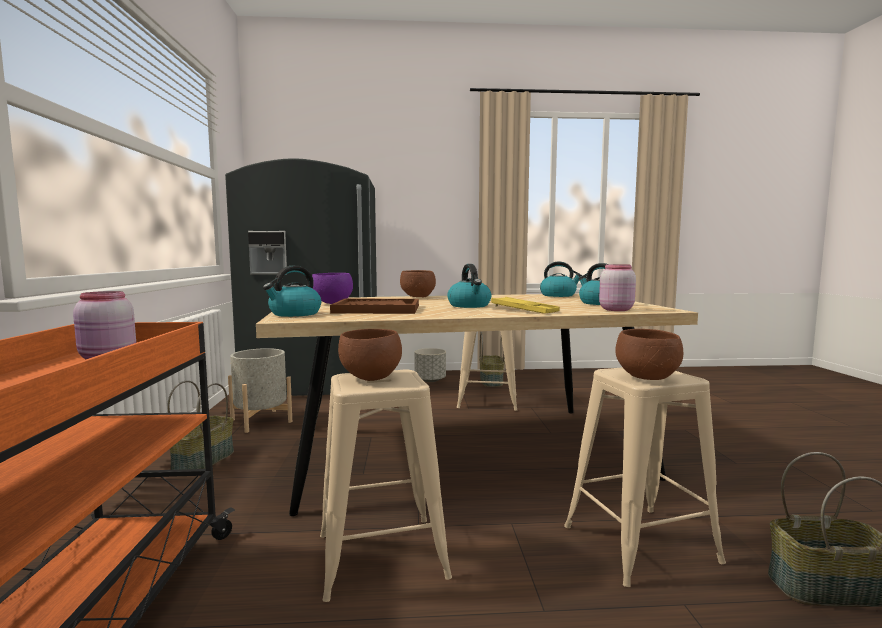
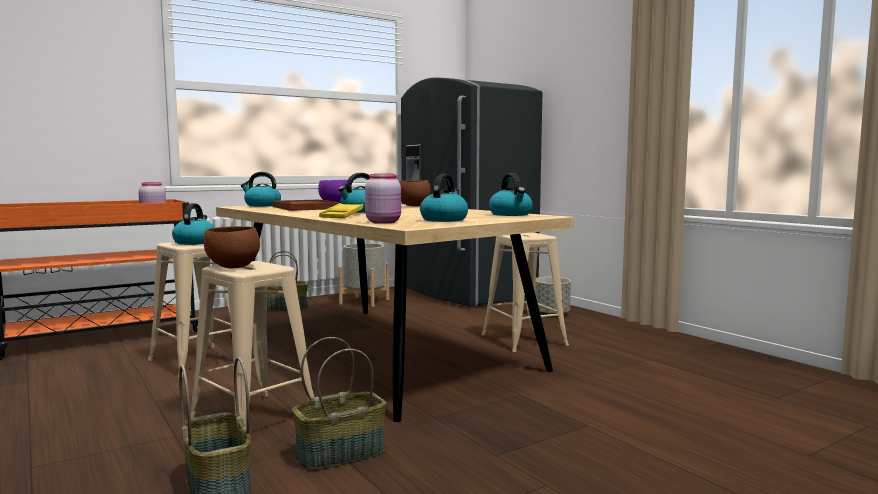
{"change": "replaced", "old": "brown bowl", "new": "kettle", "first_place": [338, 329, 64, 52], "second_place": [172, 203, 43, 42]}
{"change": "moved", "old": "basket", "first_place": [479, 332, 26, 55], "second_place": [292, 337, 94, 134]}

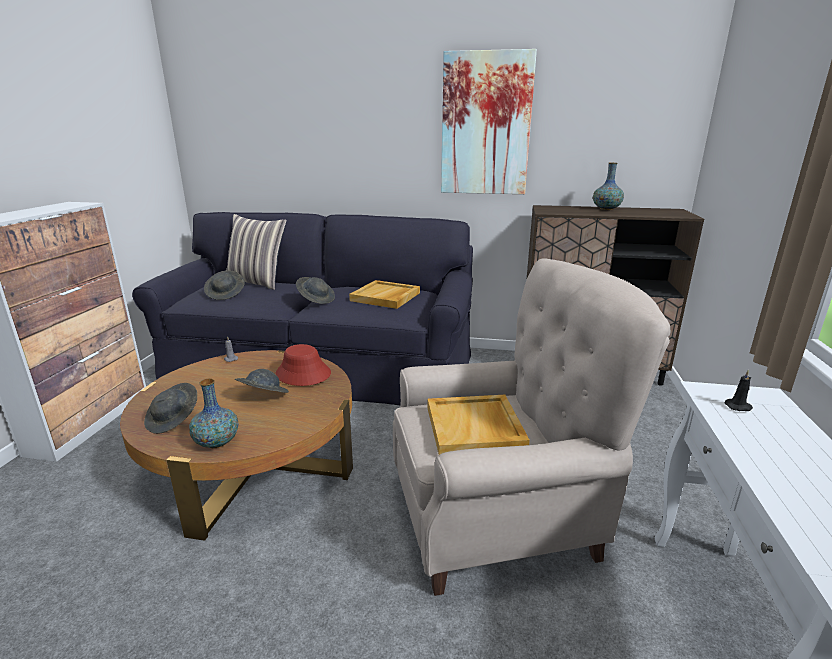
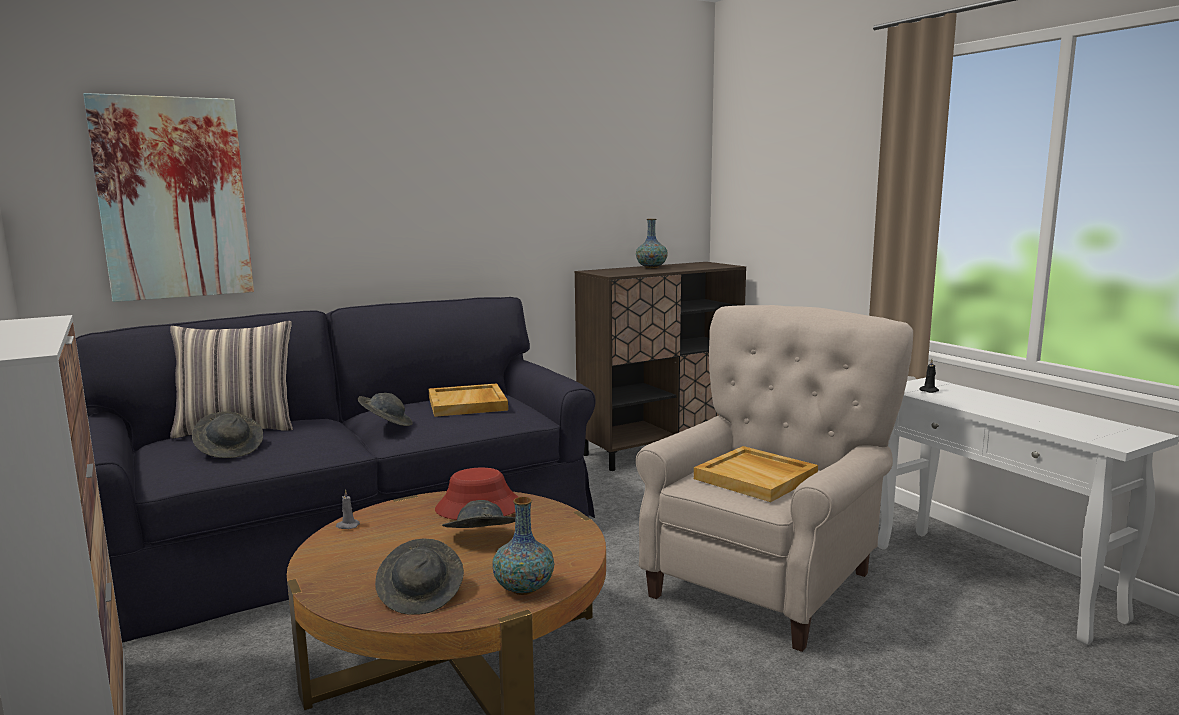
{"change": "moved", "old": "picture", "first_place": [441, 49, 96, 145], "second_place": [83, 93, 171, 209]}

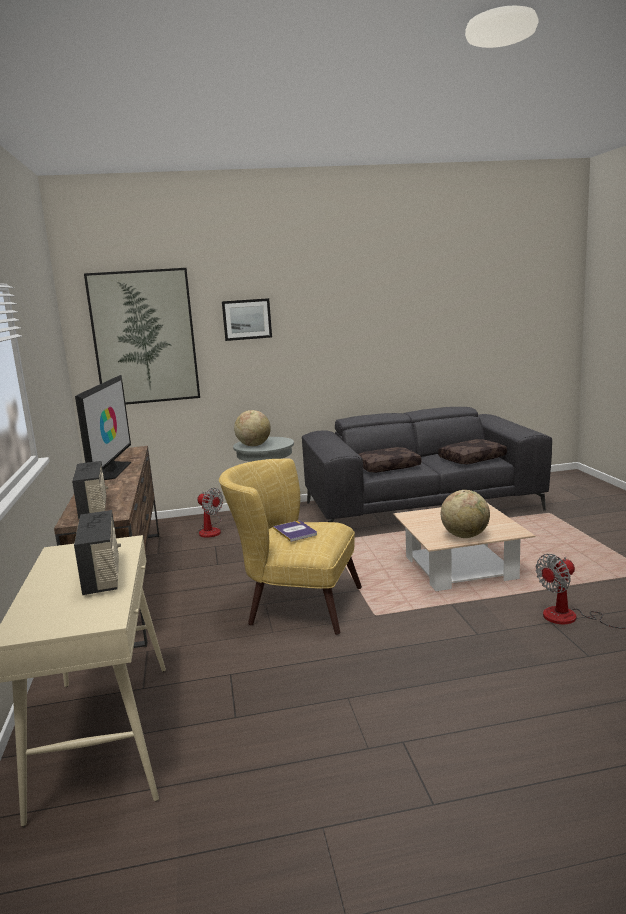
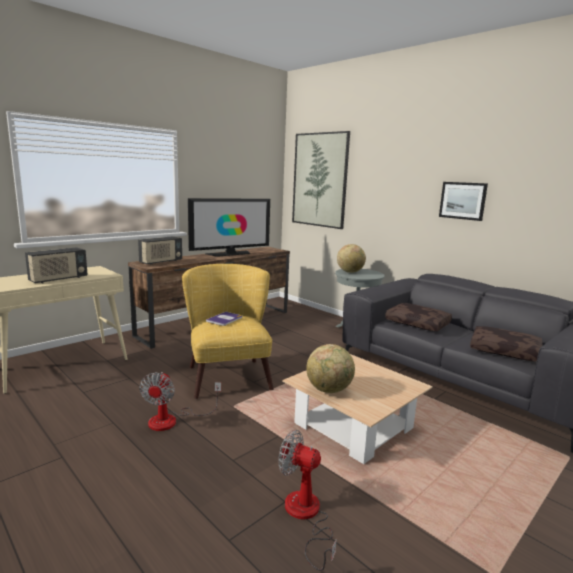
{"change": "moved", "old": "fan", "first_place": [197, 488, 26, 50], "second_place": [139, 372, 82, 59]}
{"change": "moved", "old": "picture", "first_place": [222, 298, 50, 43], "second_place": [439, 182, 49, 39]}

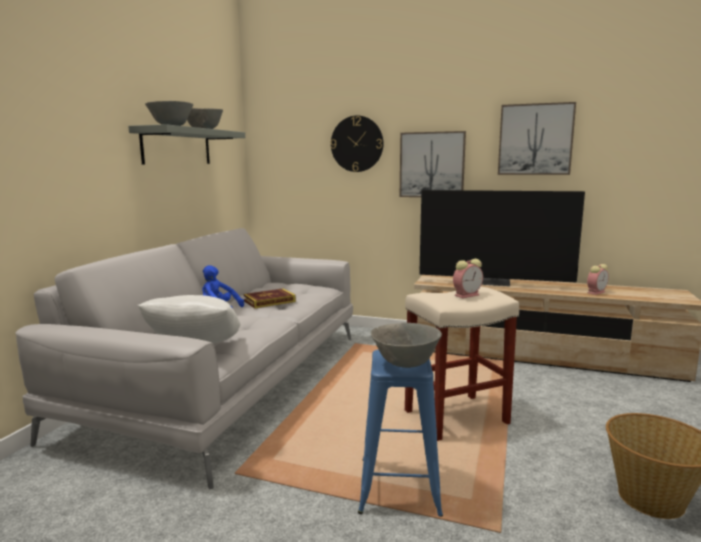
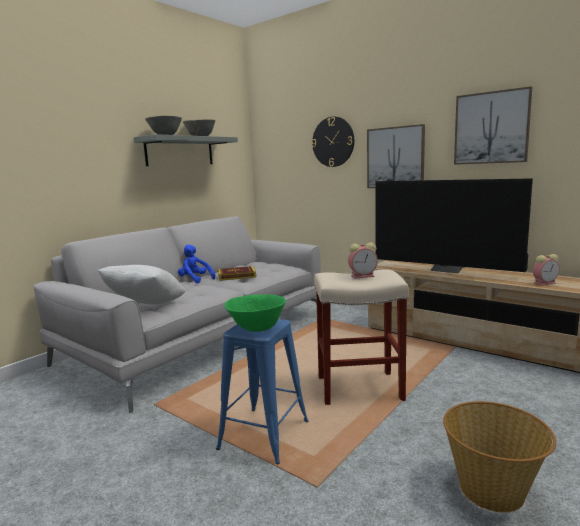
{"change": "recoloured", "old": "grey bowl", "new": "green bowl", "first_place": [371, 323, 71, 45], "second_place": [225, 294, 61, 38]}

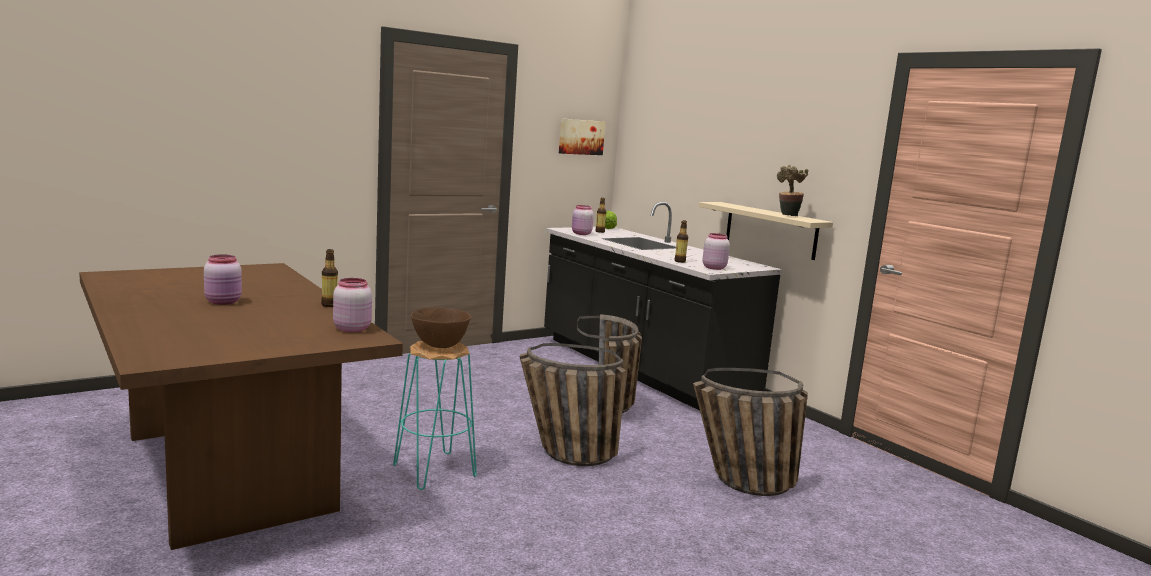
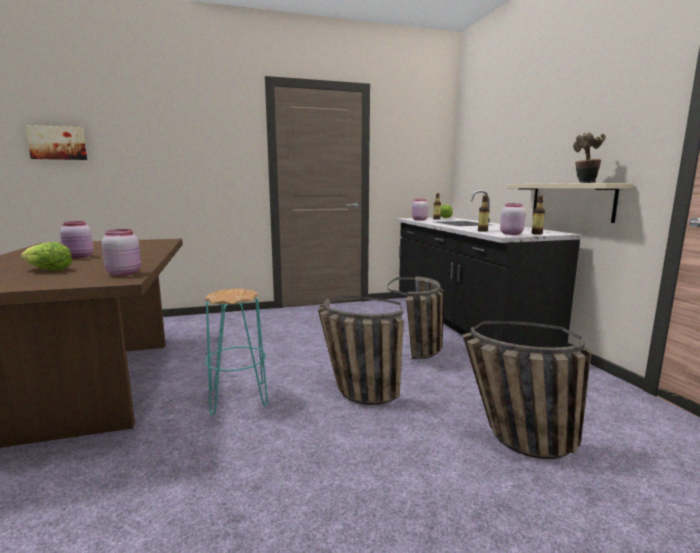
{"change": "moved", "old": "bottle", "first_place": [321, 249, 17, 58], "second_place": [531, 196, 14, 39]}
{"change": "removed", "old": "brown bowl", "first_place": [411, 308, 60, 40]}
{"change": "moved", "old": "picture", "first_place": [559, 118, 46, 37], "second_place": [25, 125, 62, 35]}
{"change": "added", "new": "lettuce", "second_place": [21, 242, 51, 29]}

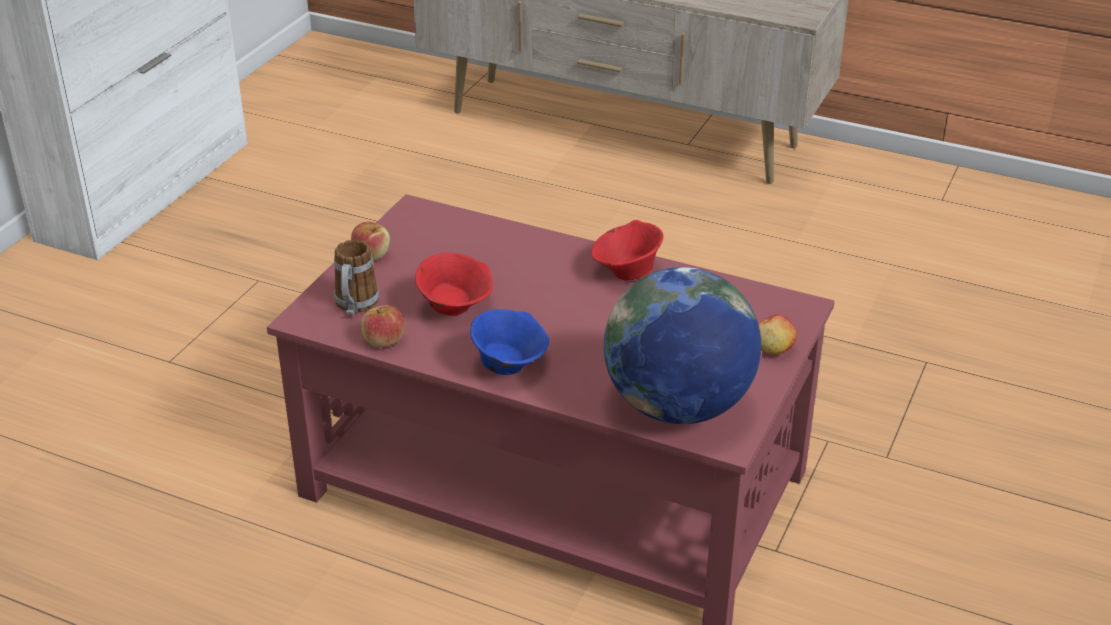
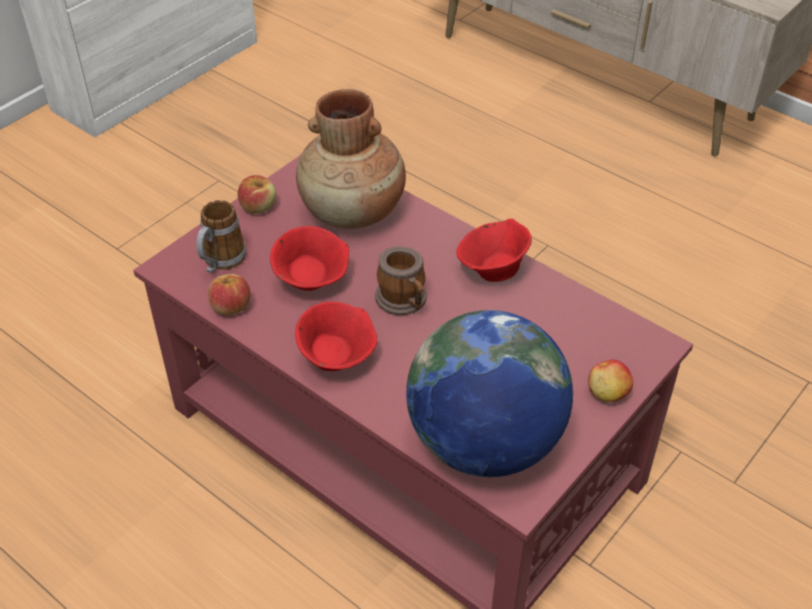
{"change": "recoloured", "old": "blue bowl", "new": "red bowl", "first_place": [470, 309, 79, 66], "second_place": [295, 302, 82, 69]}
{"change": "added", "new": "brown vase", "second_place": [296, 89, 110, 140]}
{"change": "added", "new": "mug", "second_place": [375, 246, 52, 69]}

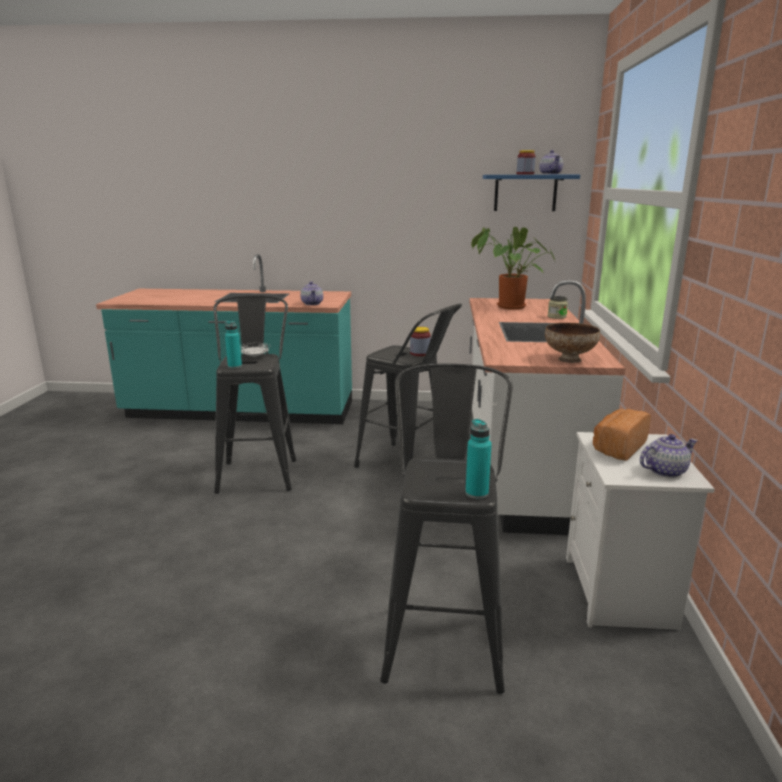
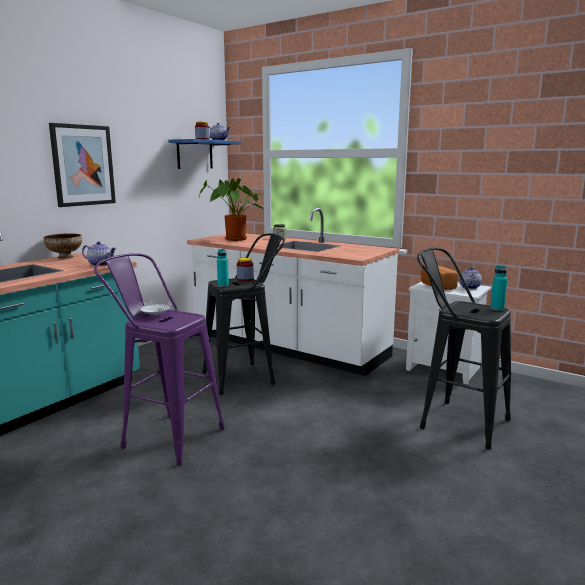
{"change": "recoloured", "old": "black stool", "new": "purple stool", "first_place": [213, 295, 83, 199], "second_place": [94, 253, 131, 212]}
{"change": "moved", "old": "turquoise bottle", "first_place": [225, 321, 17, 47], "second_place": [217, 249, 12, 38]}
{"change": "moved", "old": "bowl", "first_place": [545, 323, 55, 40], "second_place": [44, 233, 38, 26]}
{"change": "added", "new": "picture", "second_place": [49, 123, 67, 84]}

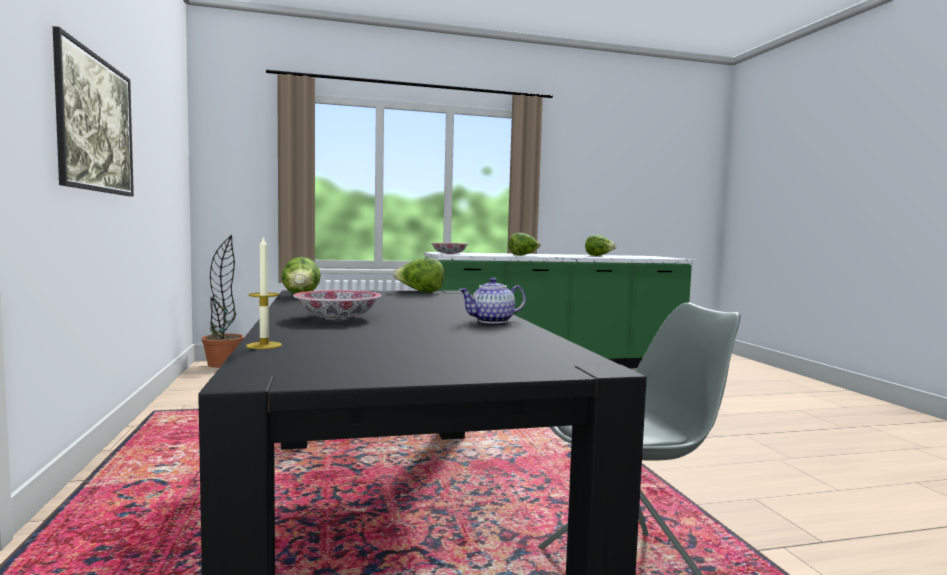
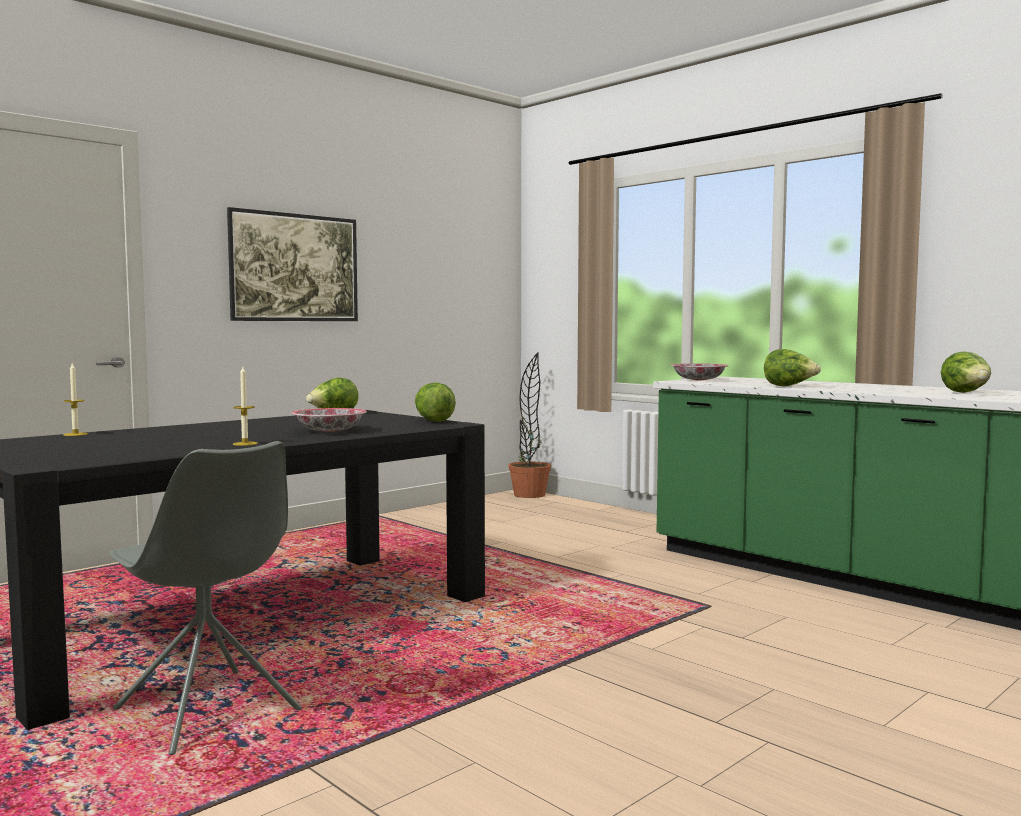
{"change": "moved", "old": "bowl", "first_place": [293, 290, 88, 29], "second_place": [292, 408, 75, 24]}
{"change": "replaced", "old": "teapot", "new": "candle", "first_place": [459, 278, 67, 46], "second_place": [233, 367, 25, 79]}

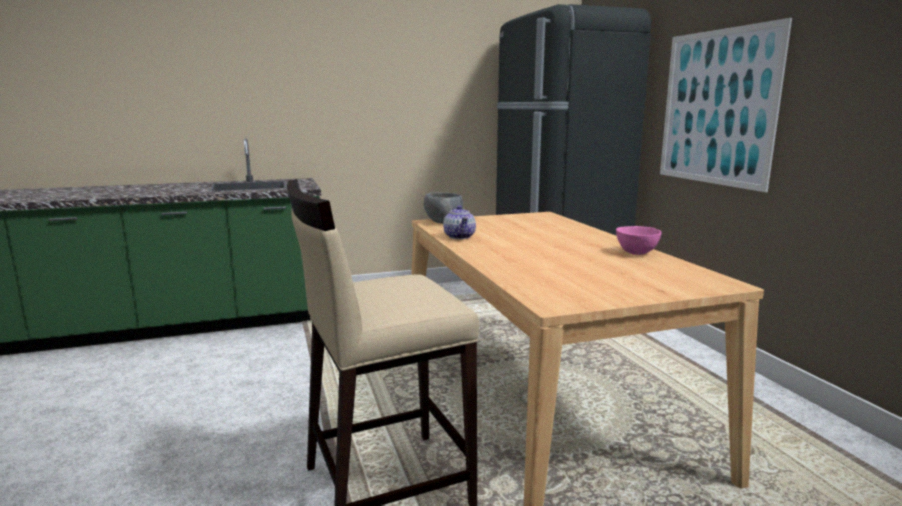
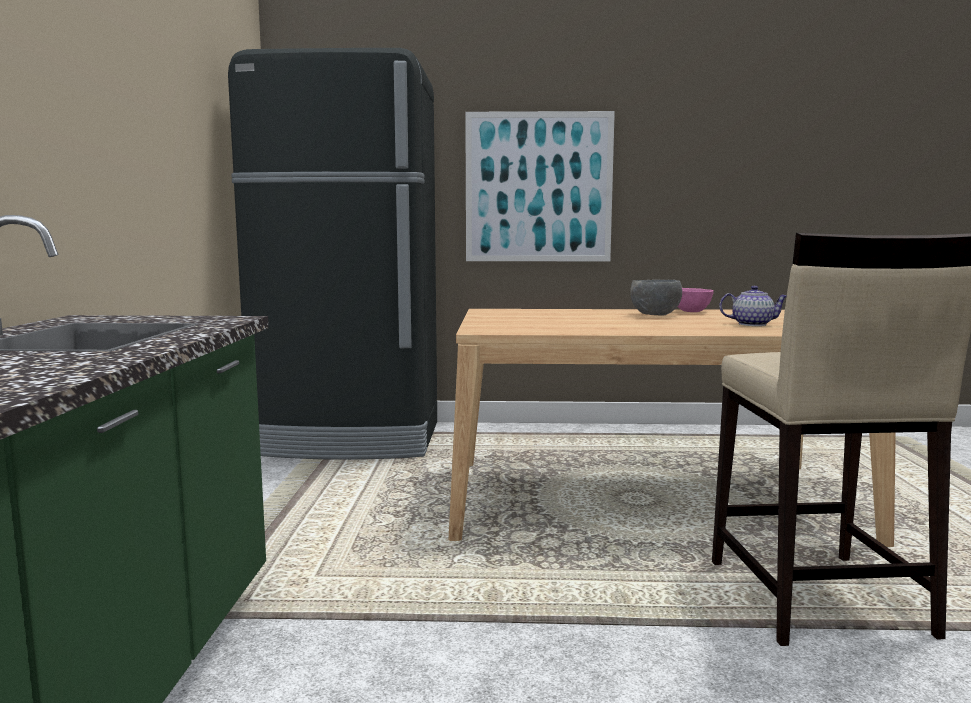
{"change": "moved", "old": "grey bowl", "first_place": [424, 192, 39, 32], "second_place": [630, 280, 52, 36]}
{"change": "moved", "old": "teapot", "first_place": [443, 205, 33, 34], "second_place": [719, 286, 68, 40]}

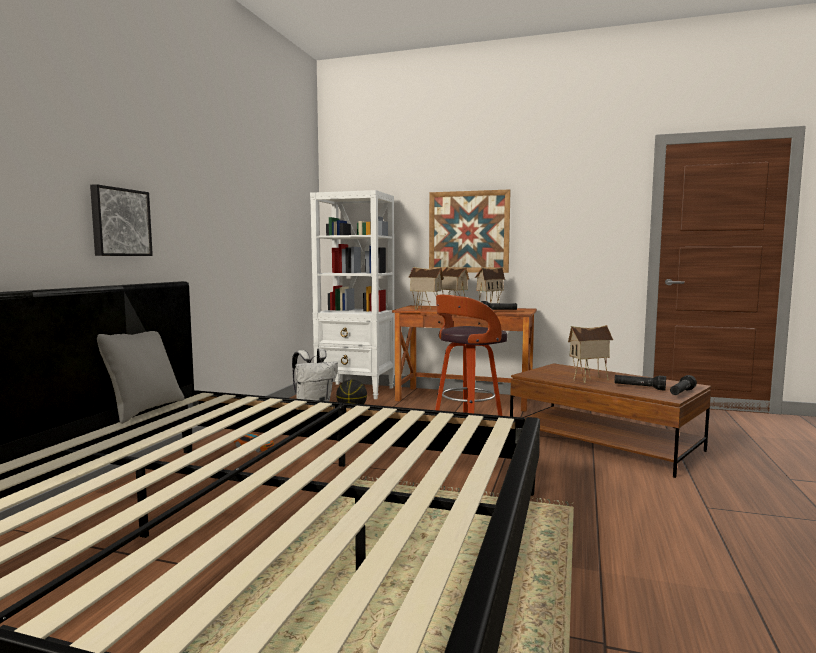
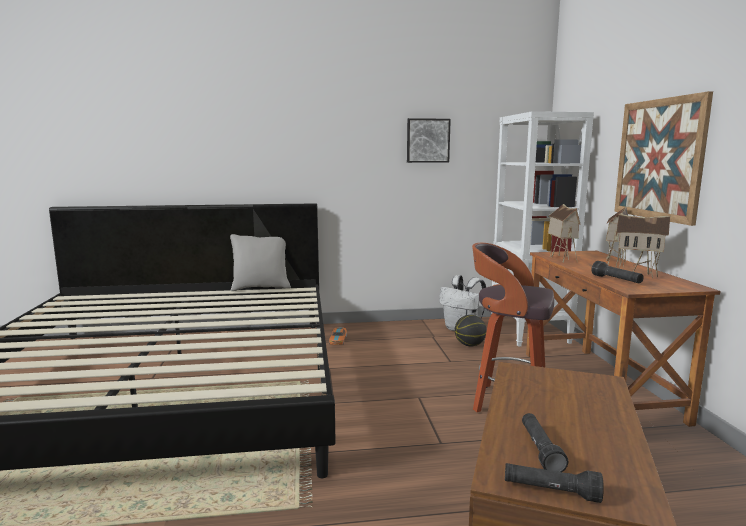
{"change": "moved", "old": "picture", "first_place": [90, 184, 63, 72], "second_place": [407, 118, 44, 45]}
{"change": "removed", "old": "toy house", "first_place": [568, 325, 45, 58]}

